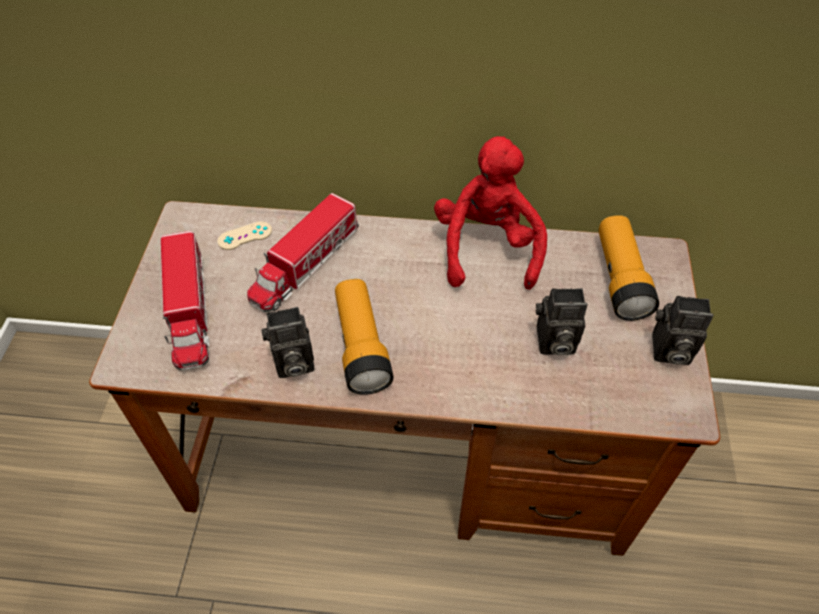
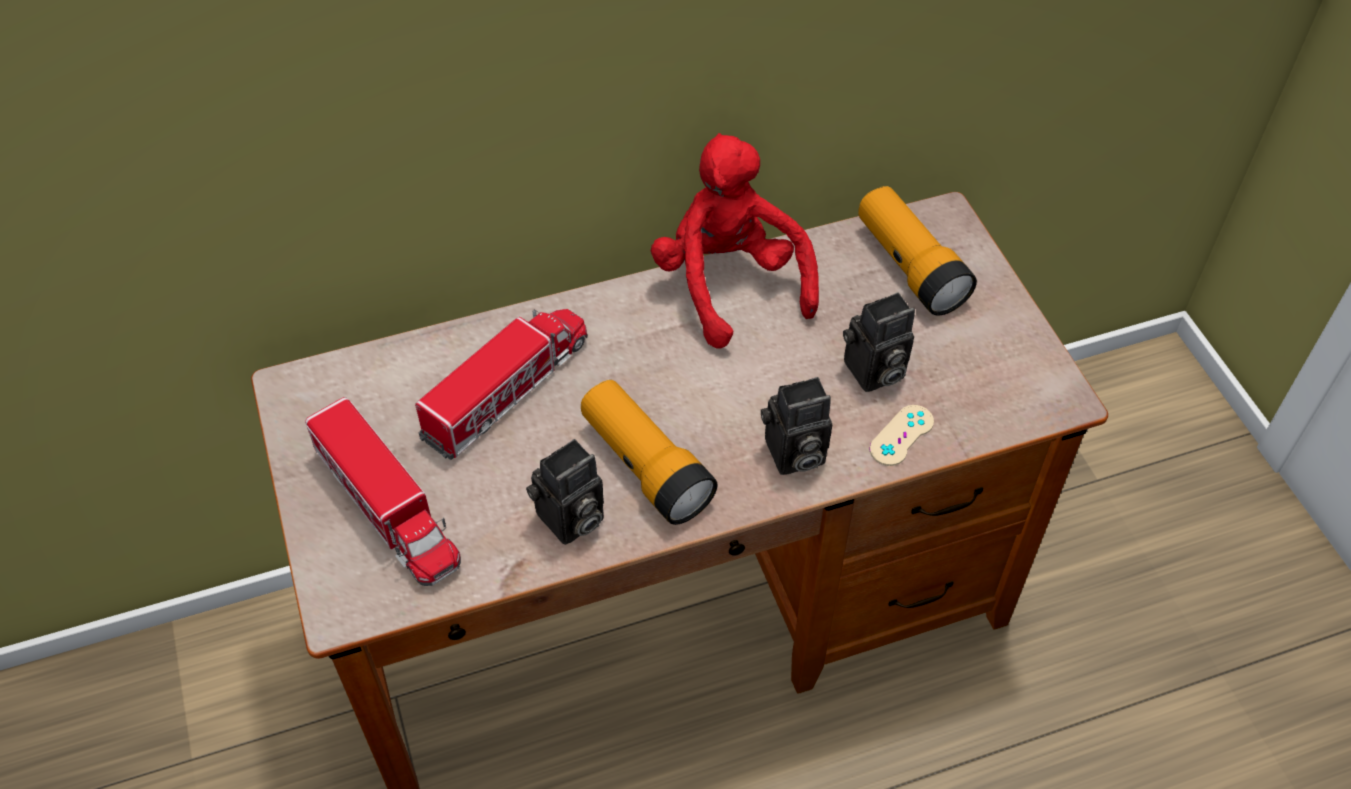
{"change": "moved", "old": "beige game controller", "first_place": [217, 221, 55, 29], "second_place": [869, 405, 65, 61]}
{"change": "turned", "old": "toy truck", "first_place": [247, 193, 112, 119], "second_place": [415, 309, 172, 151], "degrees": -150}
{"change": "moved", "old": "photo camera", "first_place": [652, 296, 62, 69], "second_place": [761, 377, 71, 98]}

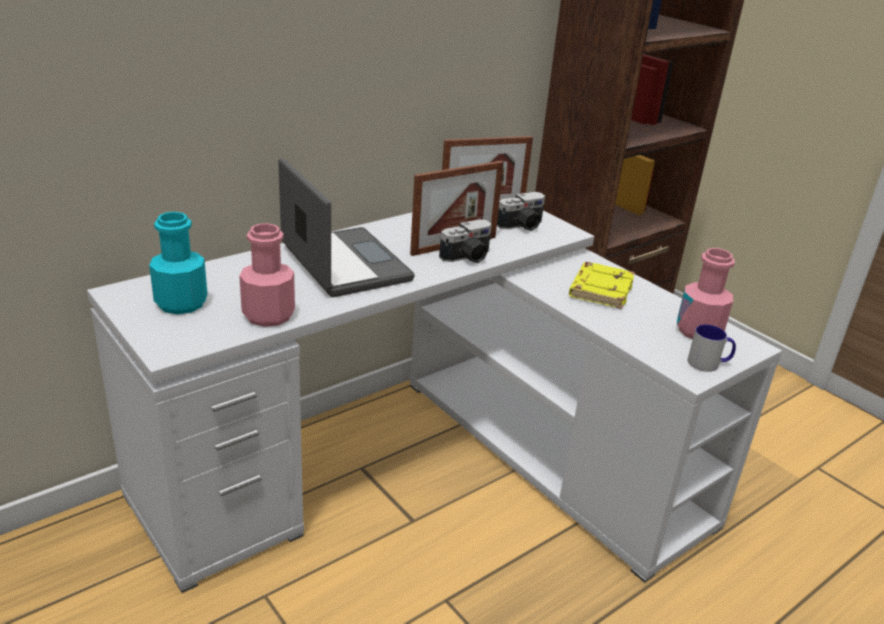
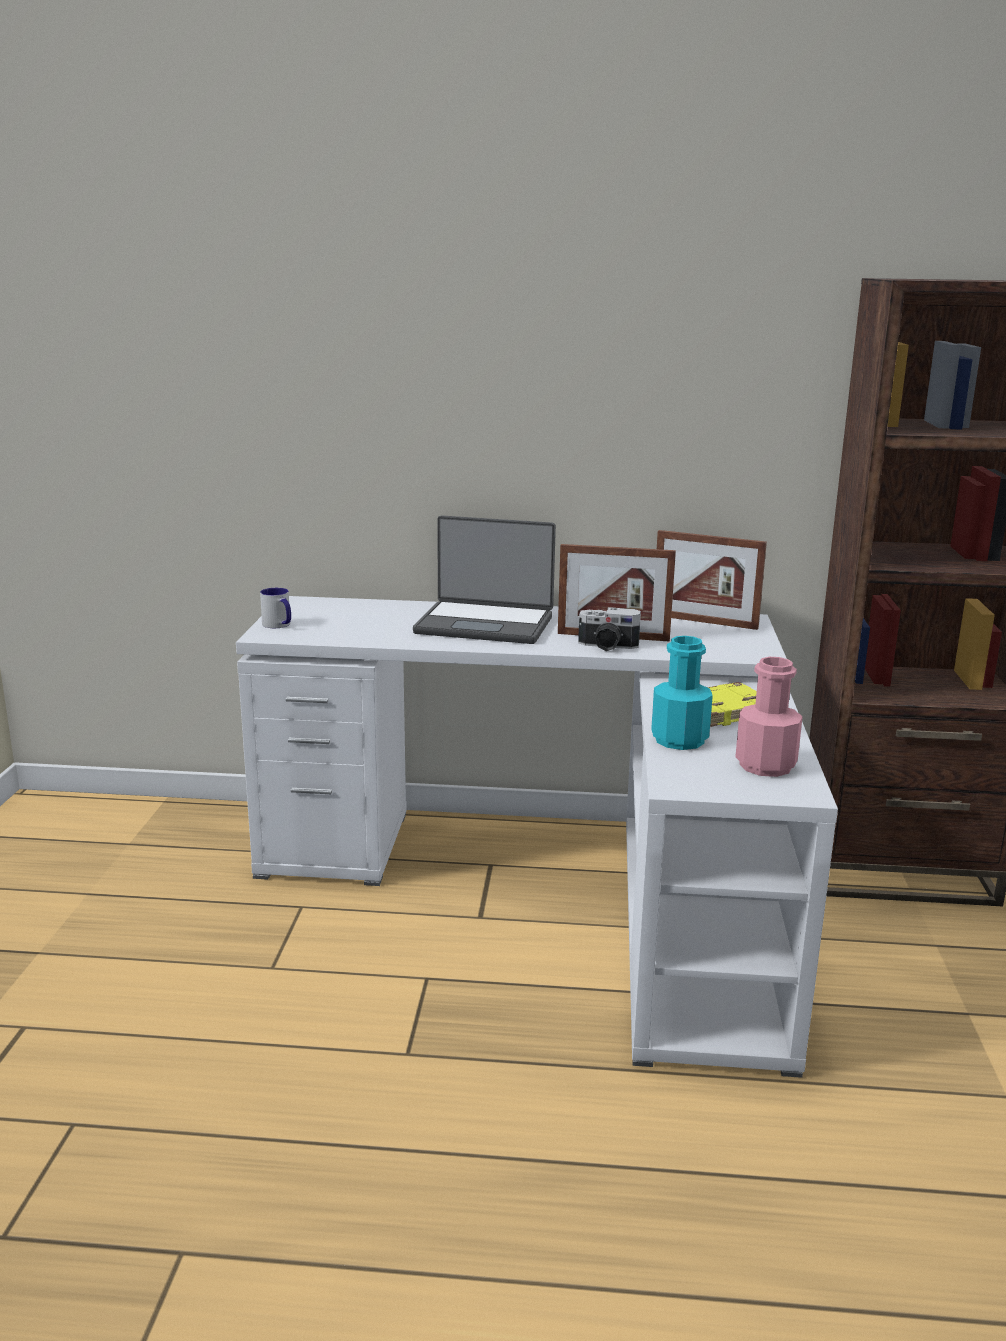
{"change": "moved", "old": "turquoise bottle", "first_place": [149, 212, 58, 102], "second_place": [651, 636, 62, 114]}
{"change": "removed", "old": "pink bottle", "first_place": [239, 223, 56, 104]}
{"change": "turned", "old": "laptop", "first_place": [278, 158, 137, 139], "second_place": [413, 515, 143, 129], "degrees": 90}
{"change": "removed", "old": "photo camera", "first_place": [497, 192, 48, 39]}
{"change": "moved", "old": "mug", "first_place": [687, 324, 49, 48], "second_place": [260, 588, 31, 40]}

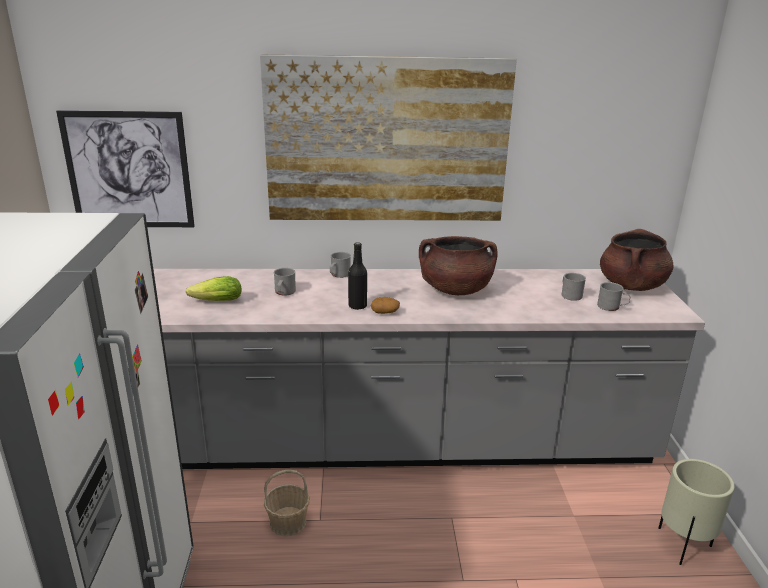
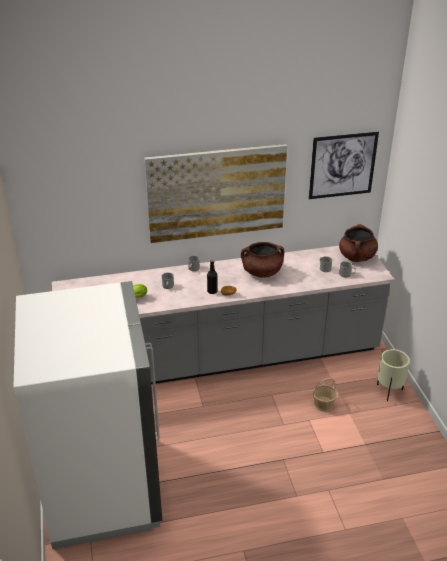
{"change": "moved", "old": "picture", "first_place": [56, 110, 139, 117], "second_place": [309, 132, 70, 67]}
{"change": "moved", "old": "basket", "first_place": [264, 470, 46, 66], "second_place": [313, 378, 24, 34]}

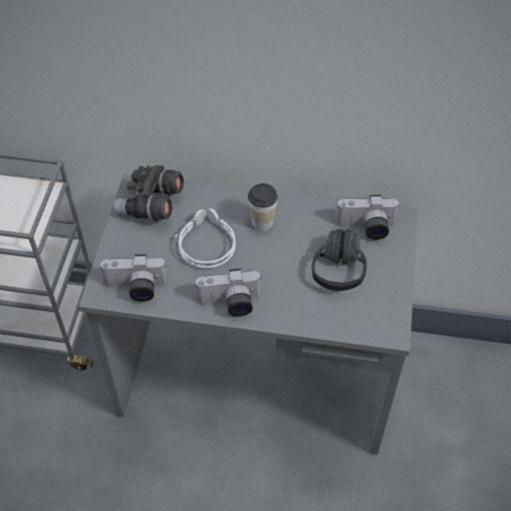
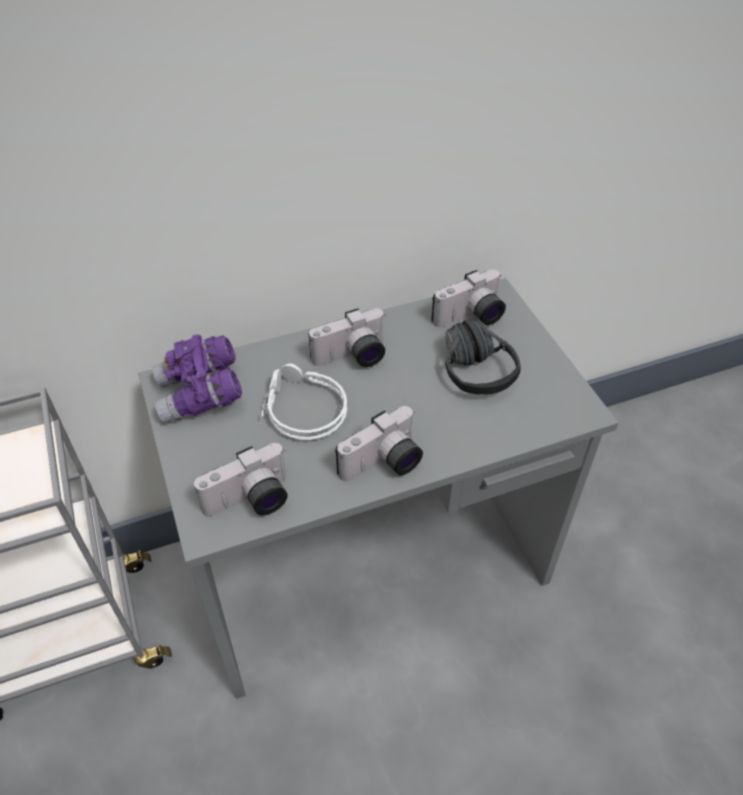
{"change": "recoloured", "old": "grey binoculars", "new": "purple binoculars", "first_place": [114, 165, 70, 56], "second_place": [152, 334, 90, 89]}
{"change": "replaced", "old": "cup", "new": "photo camera", "first_place": [248, 183, 30, 48], "second_place": [309, 308, 77, 59]}

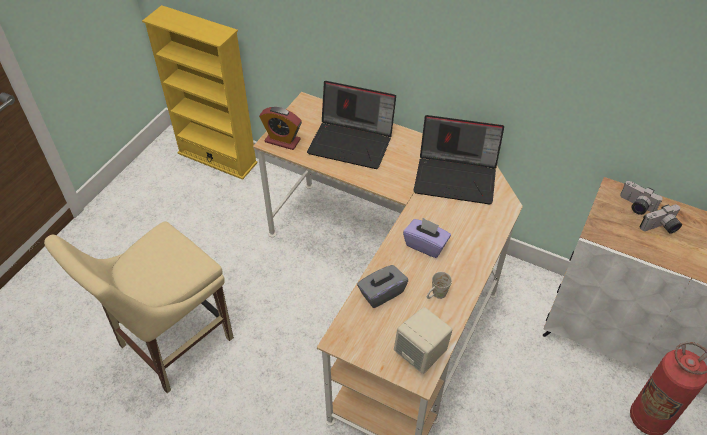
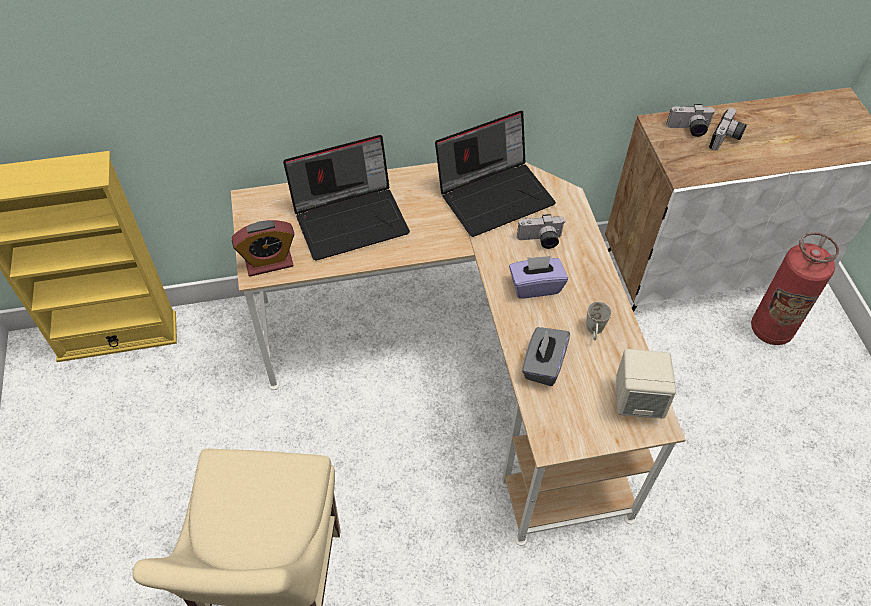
{"change": "added", "new": "photo camera", "second_place": [517, 214, 48, 35]}

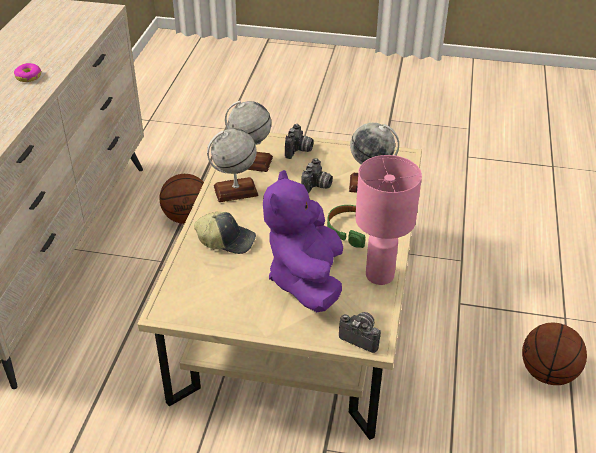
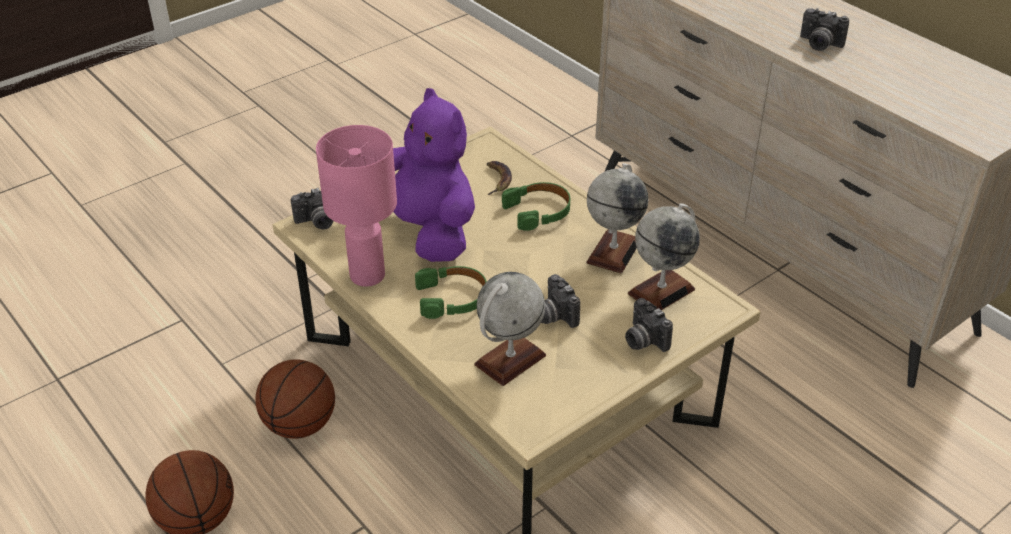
{"change": "replaced", "old": "donut", "new": "photo camera", "first_place": [14, 63, 28, 19], "second_place": [800, 8, 49, 43]}
{"change": "moved", "old": "basketball", "first_place": [159, 174, 45, 50], "second_place": [255, 359, 80, 80]}
{"change": "replaced", "old": "cap", "new": "green headphones", "first_place": [194, 211, 62, 43], "second_place": [502, 182, 68, 49]}
{"change": "added", "new": "banana", "second_place": [487, 161, 25, 34]}

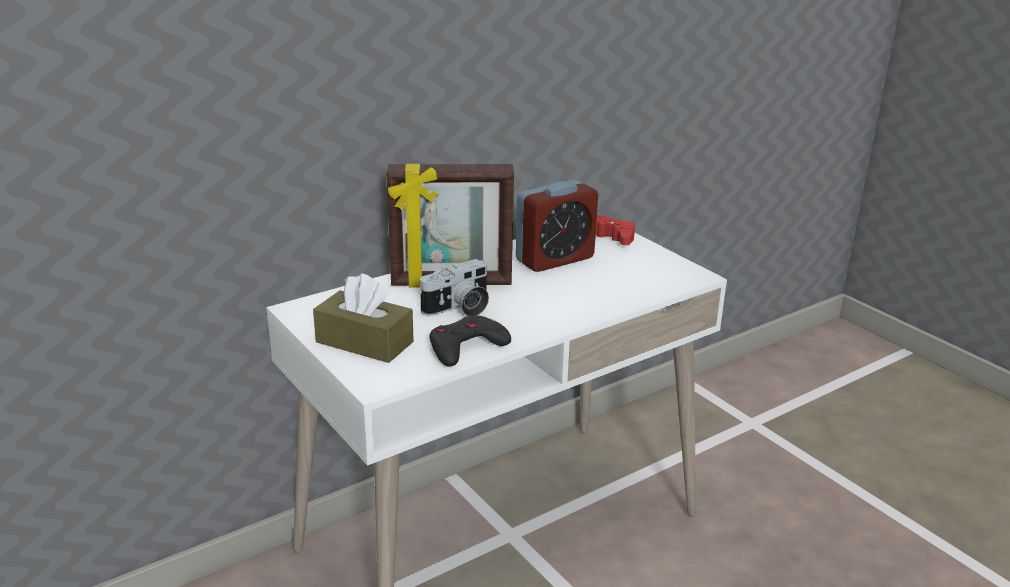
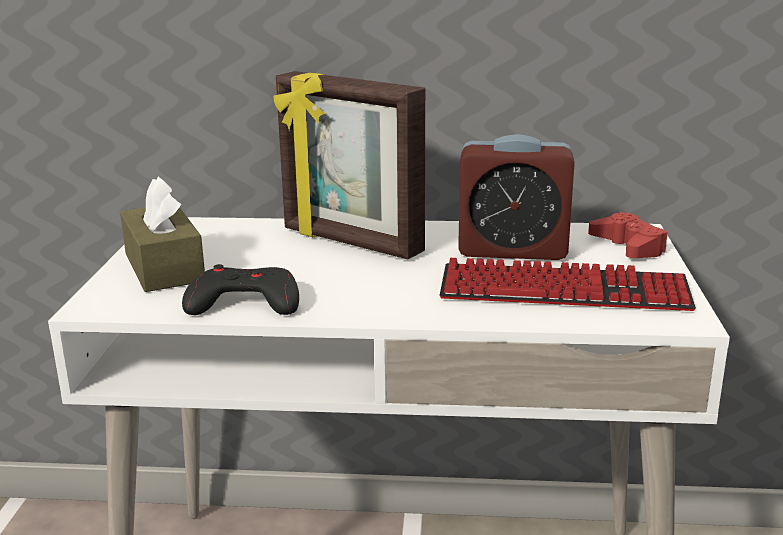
{"change": "removed", "old": "photo camera", "first_place": [419, 259, 70, 57]}
{"change": "added", "new": "keyboard", "second_place": [440, 258, 256, 53]}

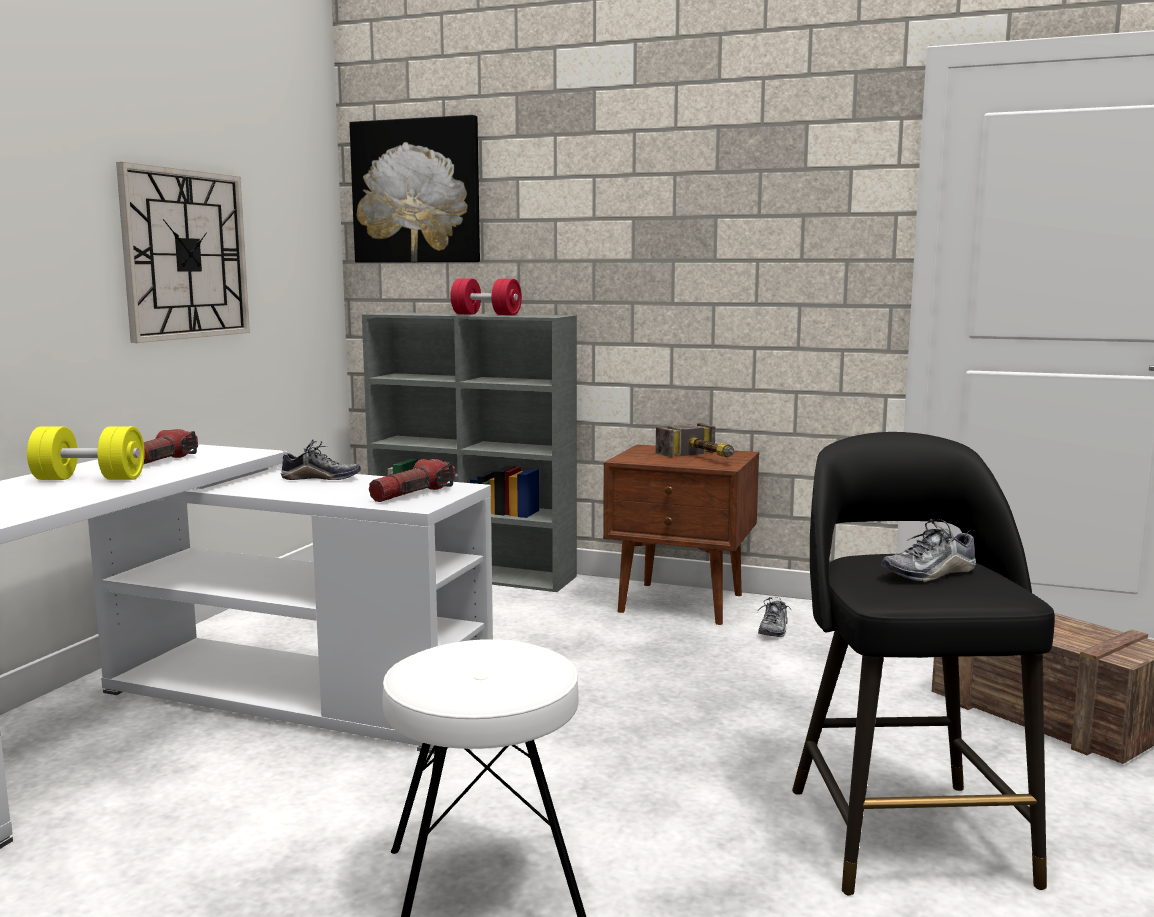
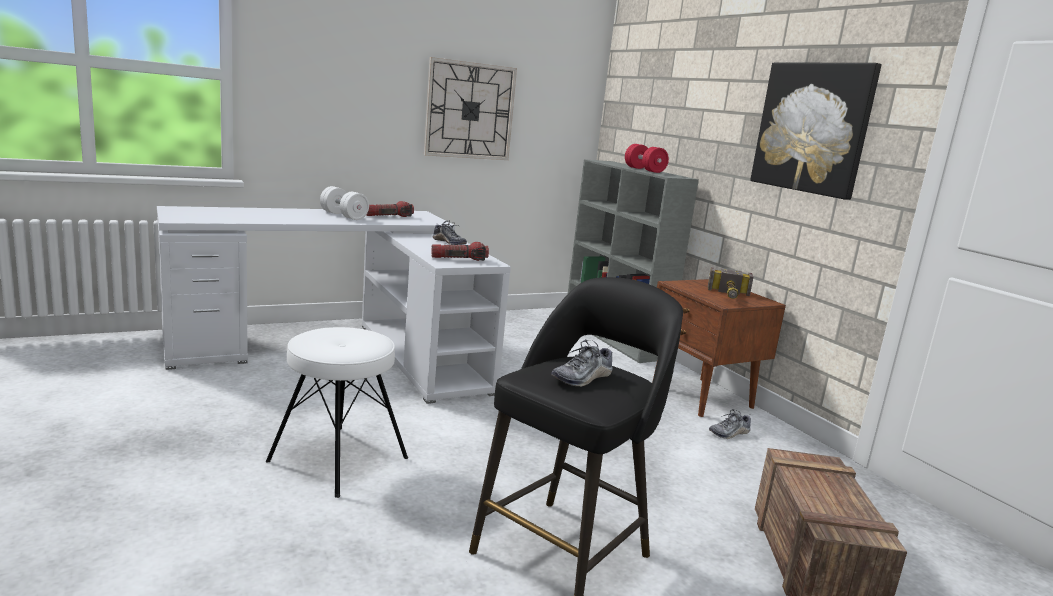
{"change": "recoloured", "old": "yellow dumbbell", "new": "white dumbbell", "first_place": [27, 426, 118, 54], "second_place": [320, 186, 49, 34]}
{"change": "moved", "old": "picture", "first_place": [349, 115, 131, 148], "second_place": [750, 63, 132, 137]}
{"change": "turned", "old": "shoe", "first_place": [881, 518, 95, 64], "second_place": [551, 339, 62, 48], "degrees": -60}

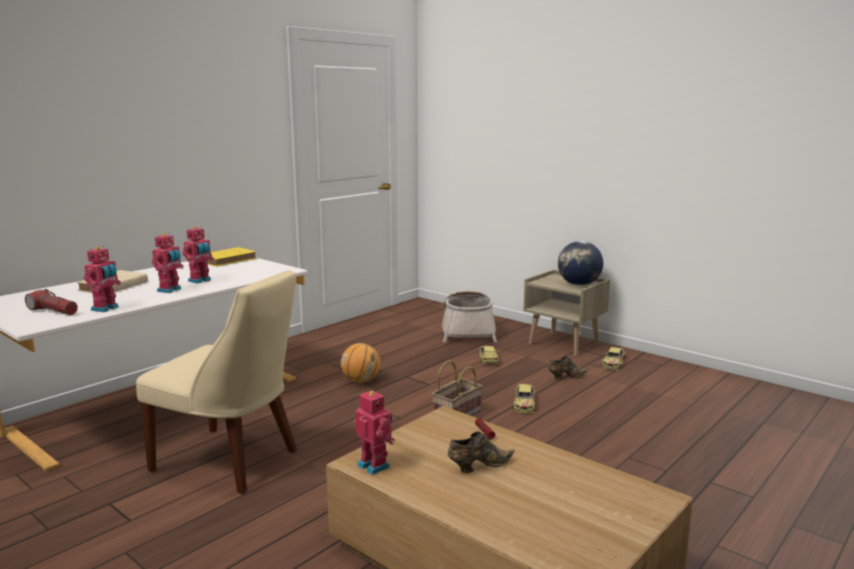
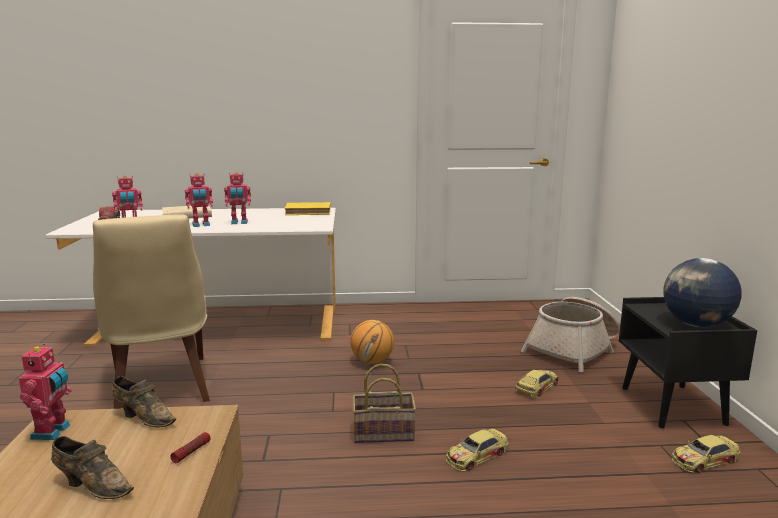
{"change": "recoloured", "old": "beige nightstand", "new": "black nightstand", "first_place": [523, 270, 87, 86], "second_place": [619, 297, 138, 131]}
{"change": "moved", "old": "brown shoe", "first_place": [548, 356, 40, 24], "second_place": [112, 376, 64, 51]}

